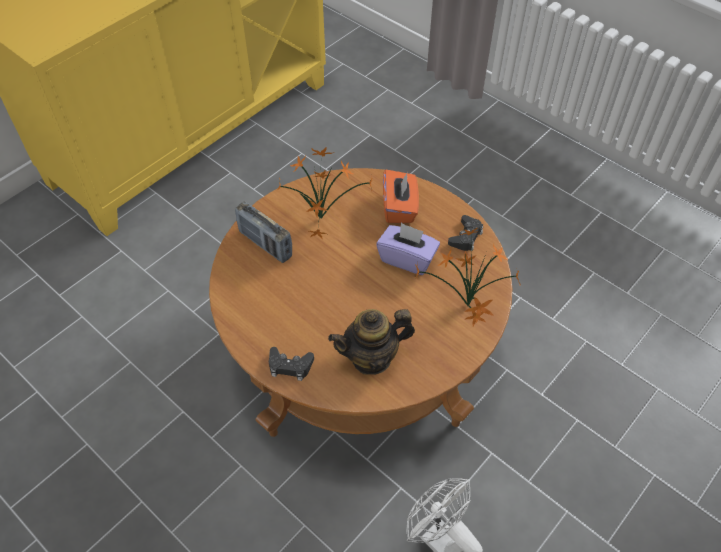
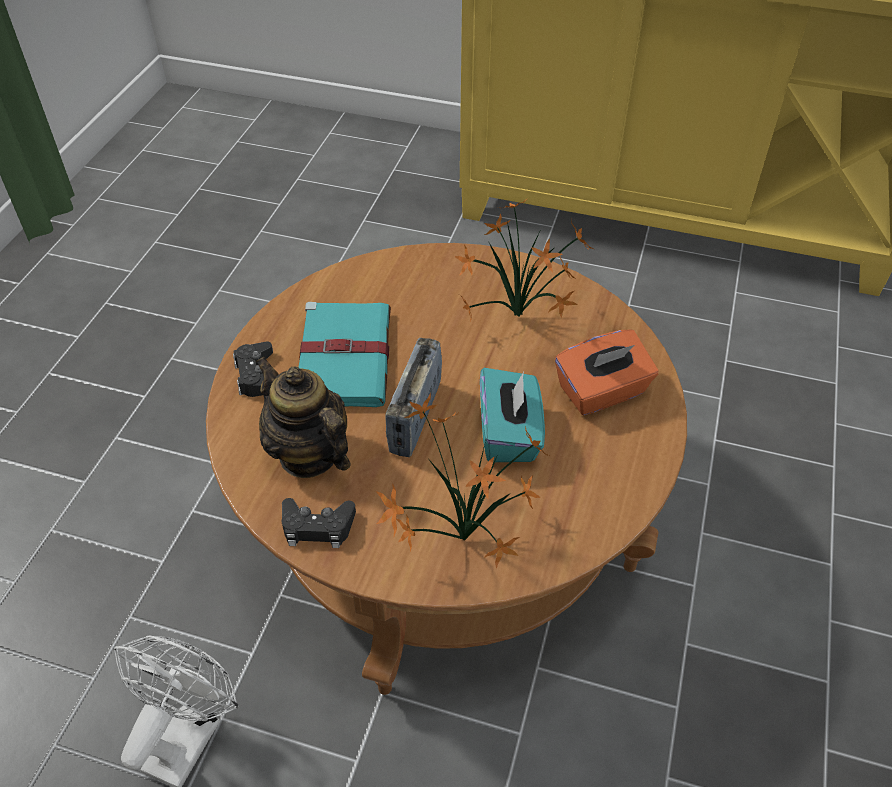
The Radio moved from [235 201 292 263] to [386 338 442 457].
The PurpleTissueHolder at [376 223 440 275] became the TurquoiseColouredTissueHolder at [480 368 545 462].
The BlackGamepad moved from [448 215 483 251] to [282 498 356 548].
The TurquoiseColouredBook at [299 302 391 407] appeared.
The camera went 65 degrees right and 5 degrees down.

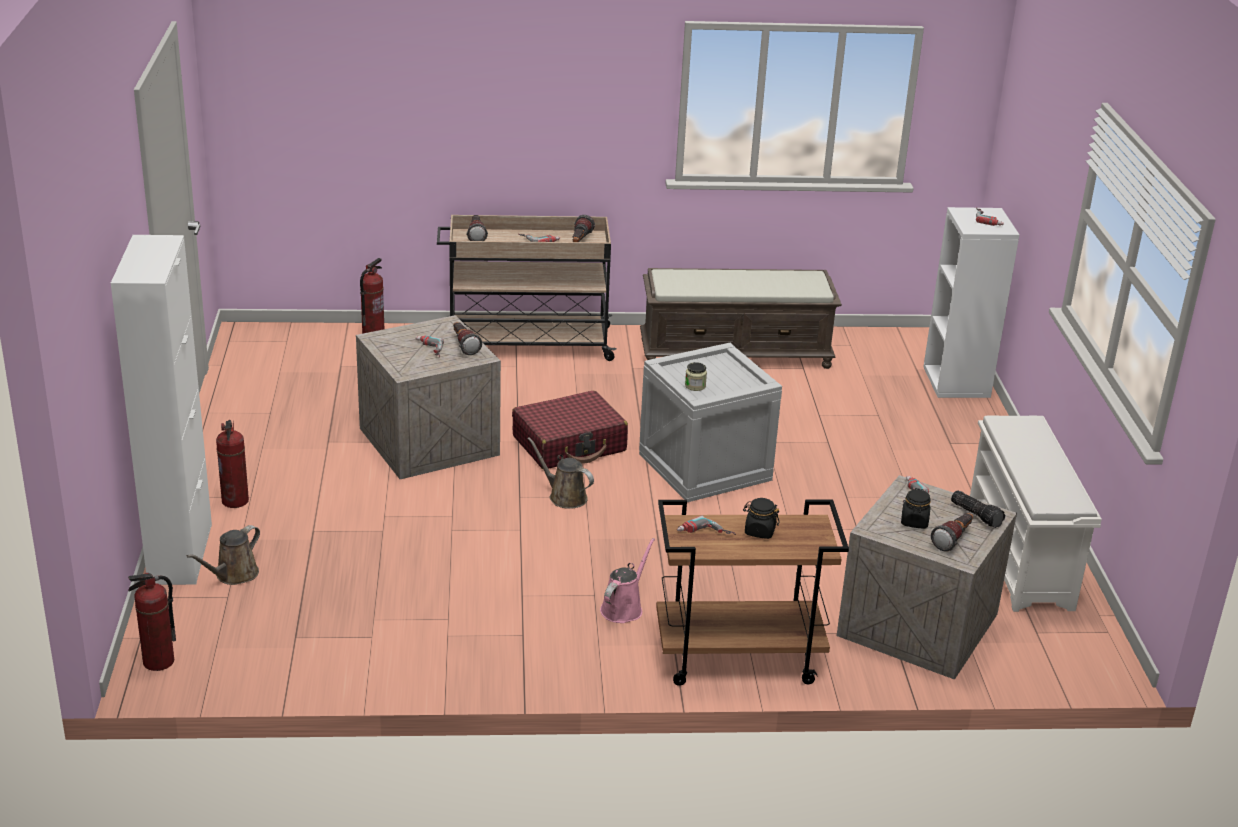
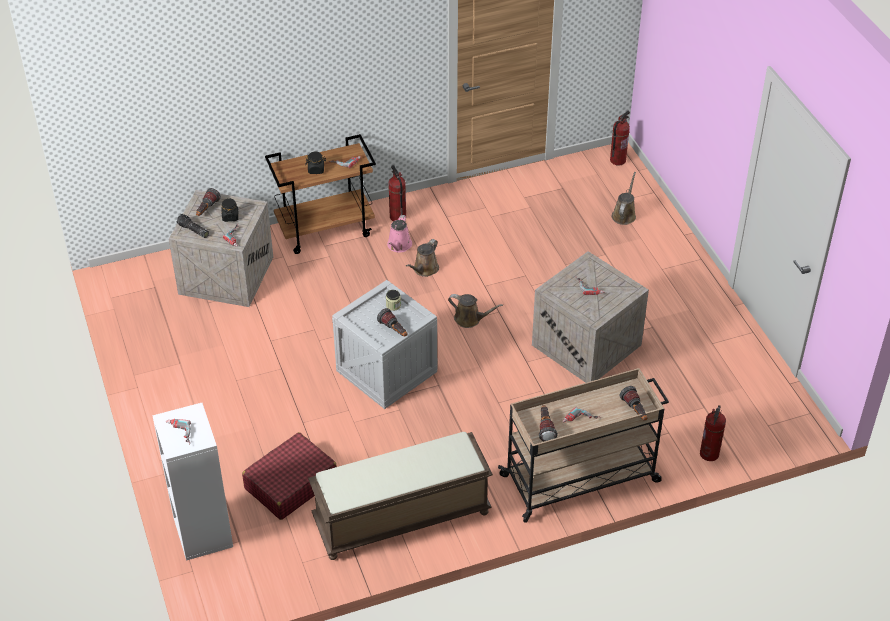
The WhiteCupboard at [111 235 212 585] disappeared.
The Extinguisher moved from [216 420 249 508] to [389 165 406 221].
The Flashlight moved from [453 322 482 355] to [377 308 407 337].
The ReddishPieceOfLuggage moved from [512 391 628 469] to [242 432 337 520].
The WhiteShoeStand at [969 416 1102 612] disappeared.
The BrownWateringPot at [406 239 439 277] appeared.
The camera went 165 degrees right and 15 degrees up.

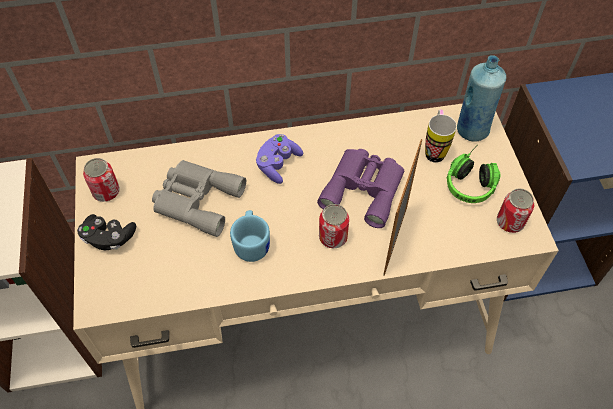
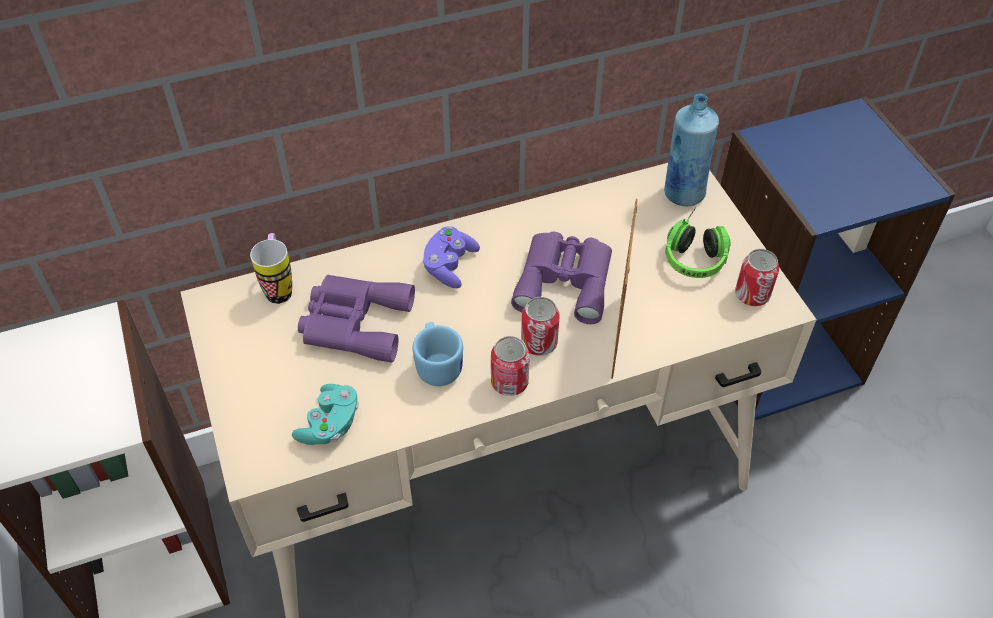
The BlackGamepad at [77 214 136 250] disappeared.
The SealedCan moved from [83 158 120 202] to [491 336 530 396].
The GreyishPairOfBinoculars at [152 160 246 237] became the PurplePairOfBinoculars at [298 275 415 363].
The TeaMug moved from [425 110 457 163] to [250 233 292 304].
The TurquoiseColouredGamepad at [292 384 359 445] appeared.
The camera went 10 degrees left and 5 degrees down.

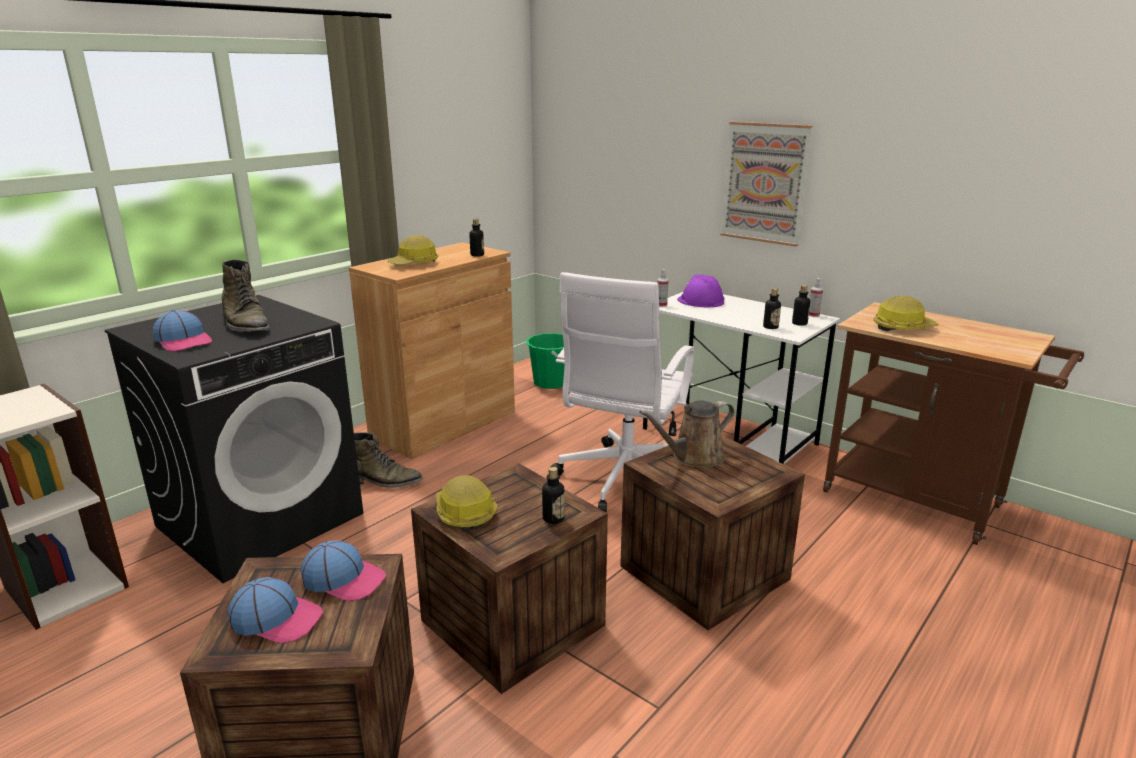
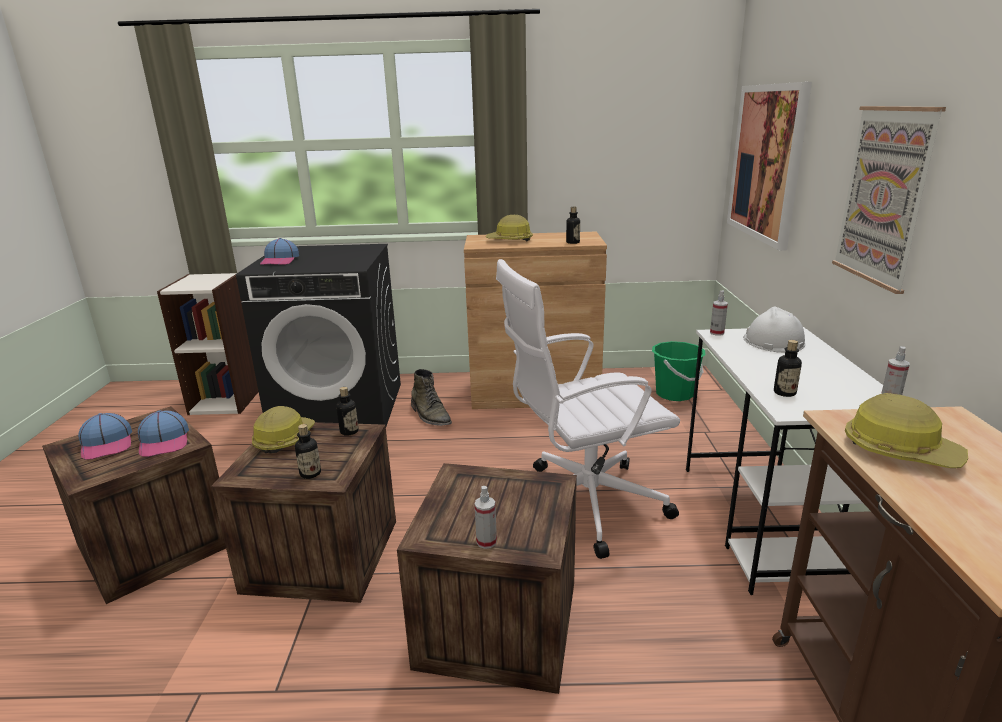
The GreenishHighTopBoot at [221 259 270 332] disappeared.
The BrownWateringPot at [639 400 734 467] disappeared.
The PurpleHardHat at [677 274 724 307] became the WhiteHardHat at [743 307 805 353].
The Bottle moved from [792 285 810 326] to [336 387 359 436].
The Sprayer at [475 486 497 549] appeared.
The WallArt at [727 82 812 251] appeared.
The camera went 50 degrees right and 0 degrees up.

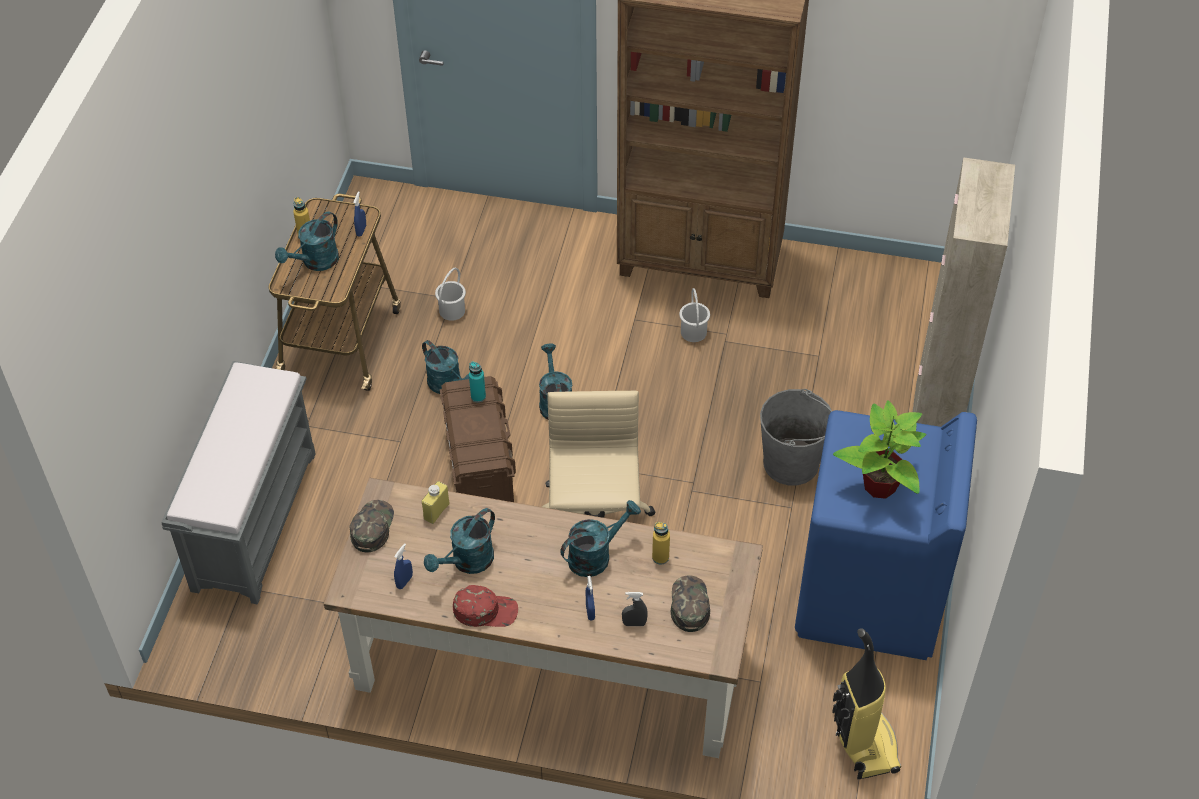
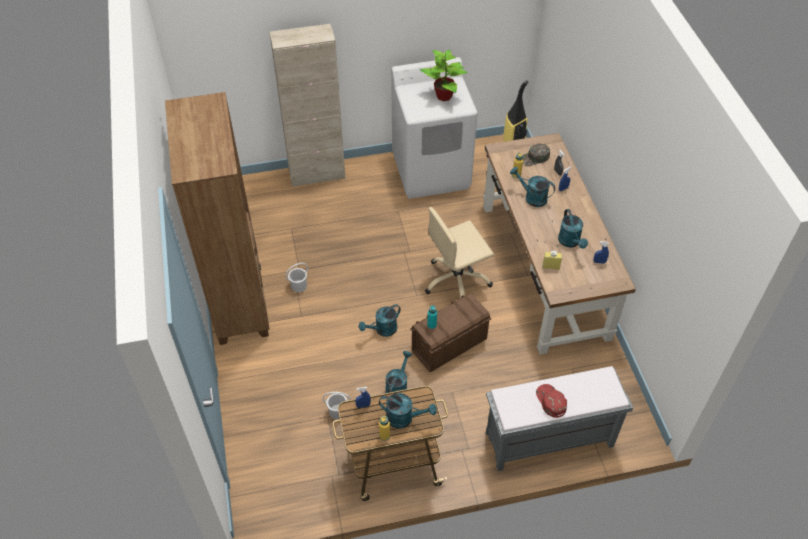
The GreenishBaseballCap at [349 500 394 552] disappeared.
The TurquoiseColouredWateringPot at [424 508 495 574] turned 60 degrees clockwise.
The ReddishBaseballCap moved from [453 585 518 627] to [536 384 567 418].
The GreyishPail at [760 389 832 485] disappeared.
The BlueColouredWashingMachine at [795 410 977 660] became the WhiteWashingMachine at [391 57 478 199].
The camera went 115 degrees left and 0 degrees up.

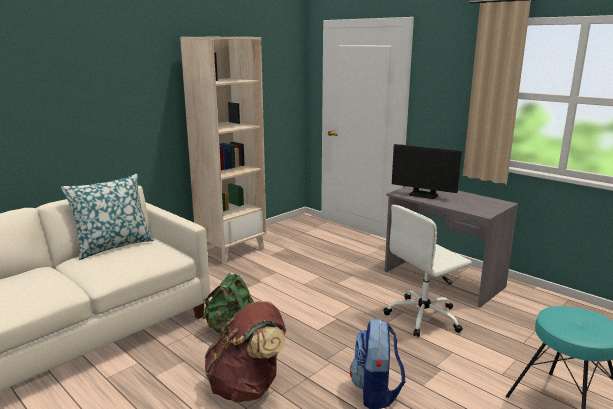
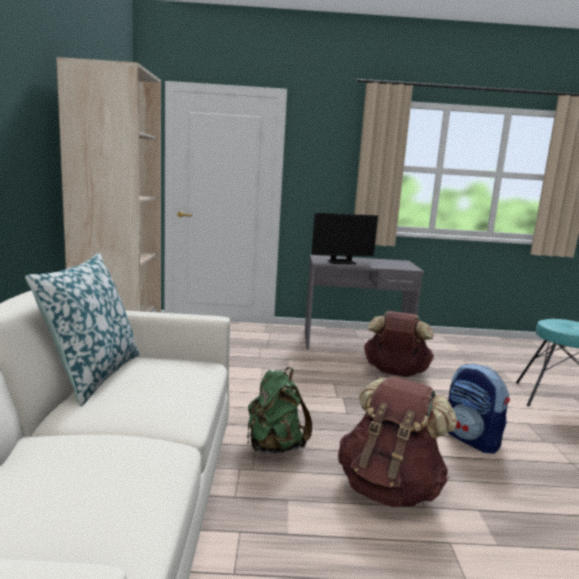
The WhiteDeskChair at [384 205 472 337] was replaced by the BrownKnapsack at [364 311 434 376].
The camera went 45 degrees left and 5 degrees down.

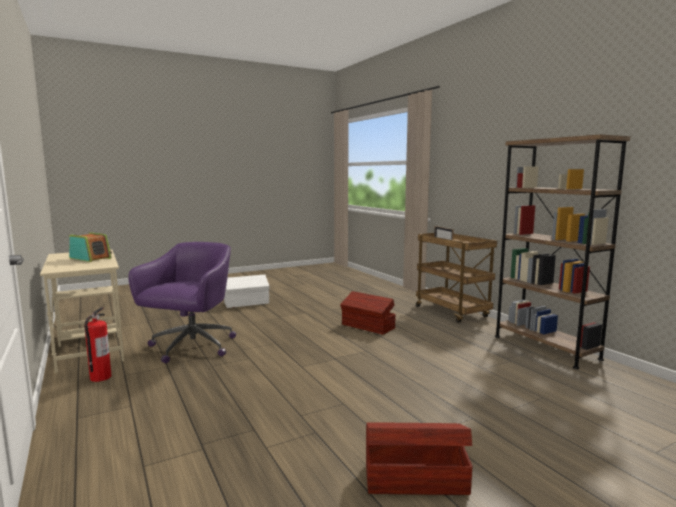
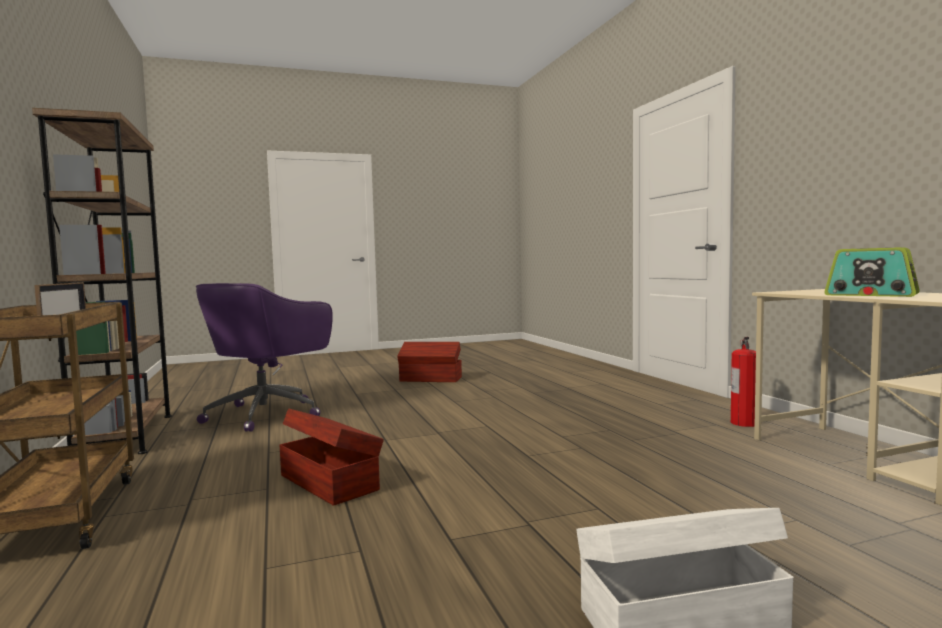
The PurpleDeskChair moved from [128 242 236 363] to [196 283 333 432].
The camera went 170 degrees left and 5 degrees down.

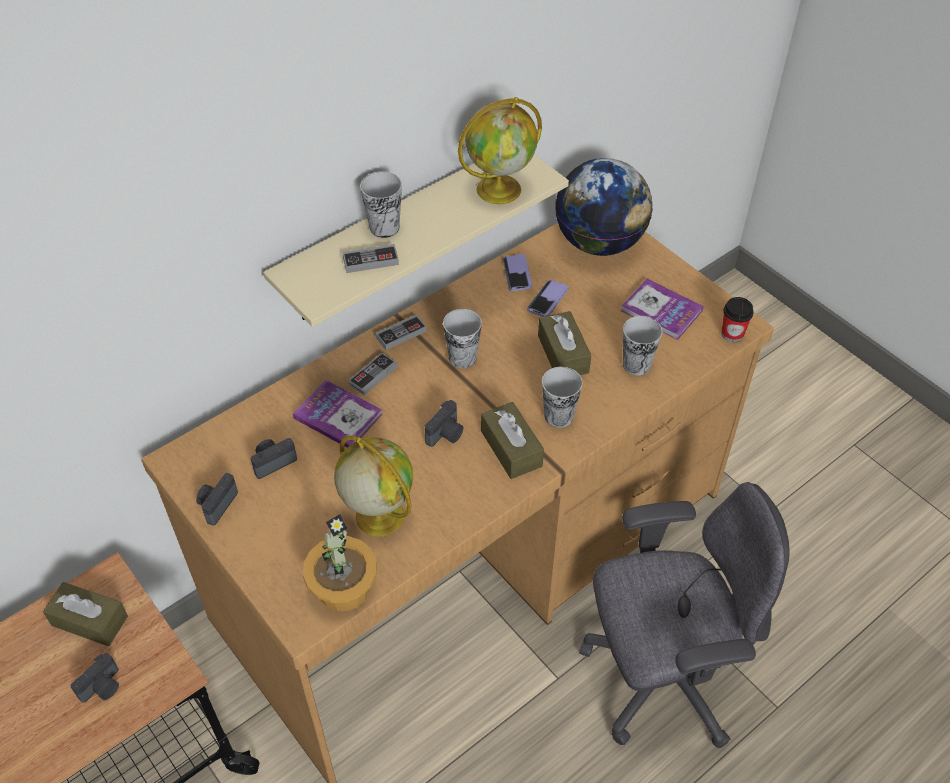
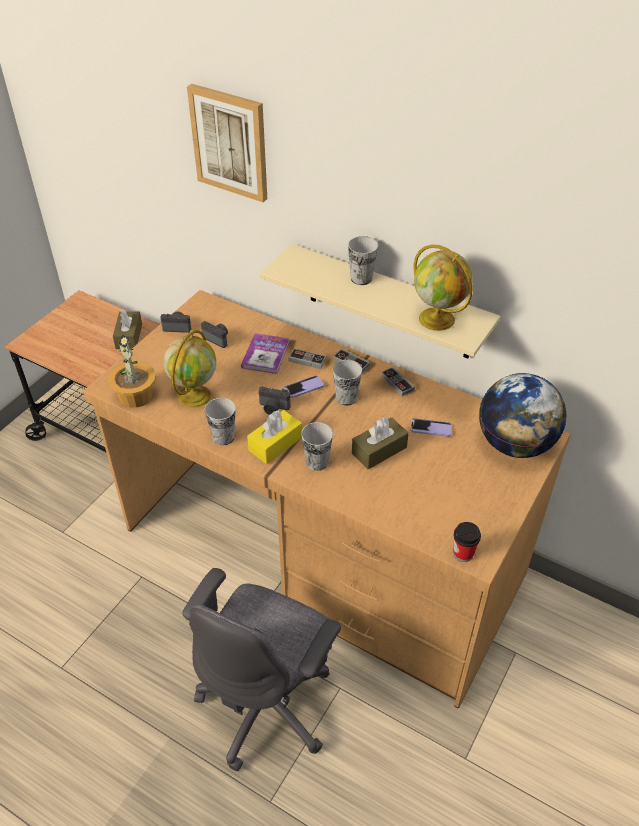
The StillCamera at [71 653 119 703] disappeared.
The Gamepad moved from [342 244 399 273] to [381 367 415 396].
The BrownTissueHolder at [481 402 544 479] became the YellowTissueHolder at [247 410 302 464].
The Handset moved from [503 254 532 291] to [284 376 324 398].
The GreyishDeskChair at [579 482 790 748] turned 60 degrees clockwise.
The Book at [621 279 704 340] disappeared.
The DrinkingCup moved from [623 316 663 375] to [205 398 236 445].
The WallArt at [187 84 267 202] appeared.
The camera went 70 degrees right and 5 degrees down.

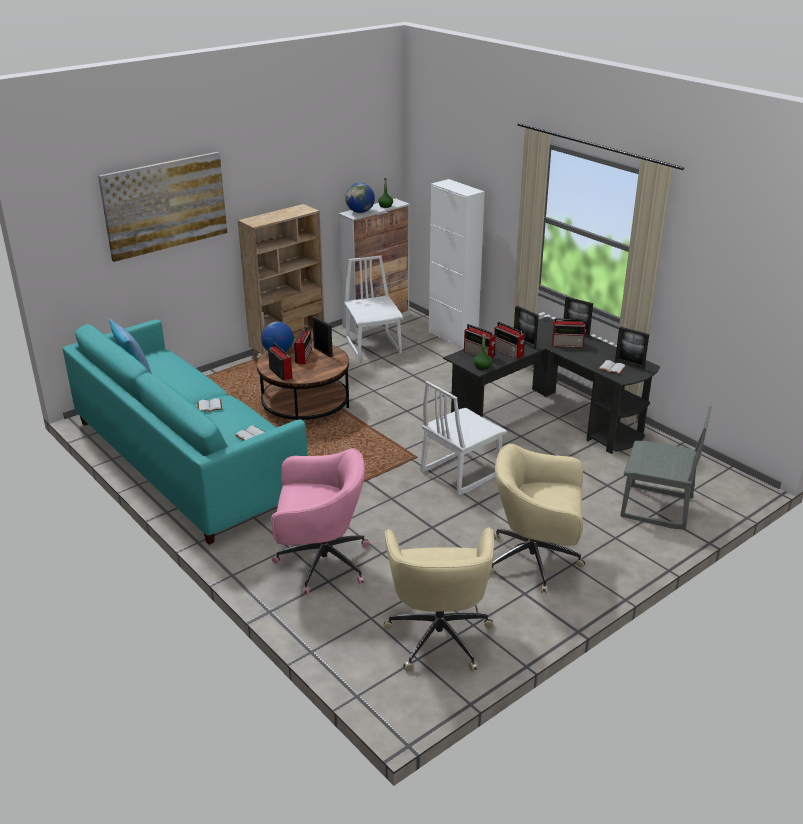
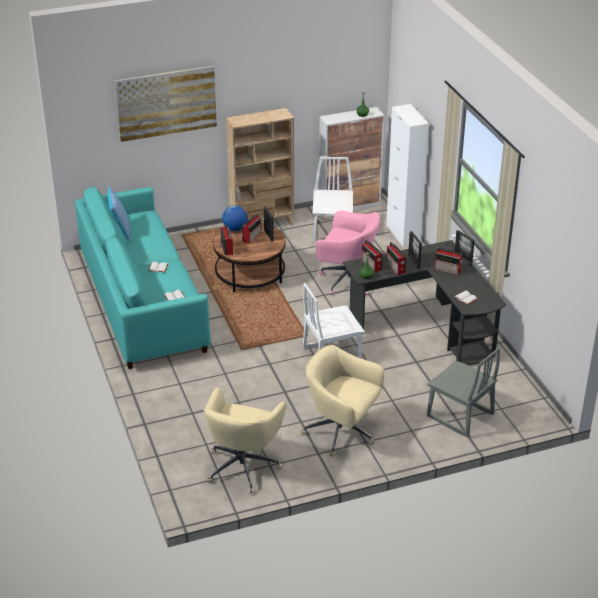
The PinkColouredDeskChair moved from [271 448 370 595] to [316 211 380 296].
The WorldGlobe at [345 183 375 213] disappeared.
The PhotoFrame at [615 327 649 369] disappeared.
The camera went 20 degrees right and 5 degrees up.

